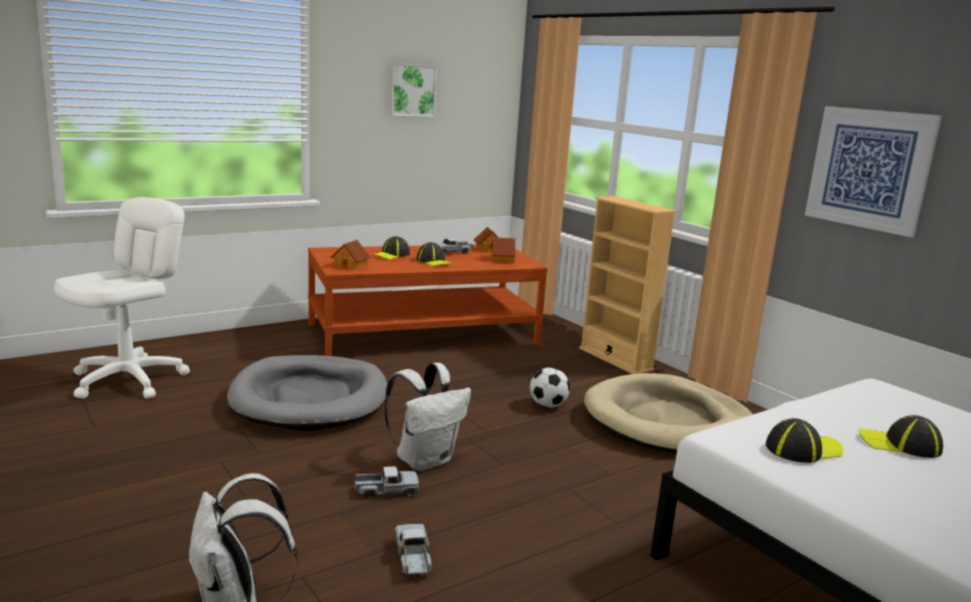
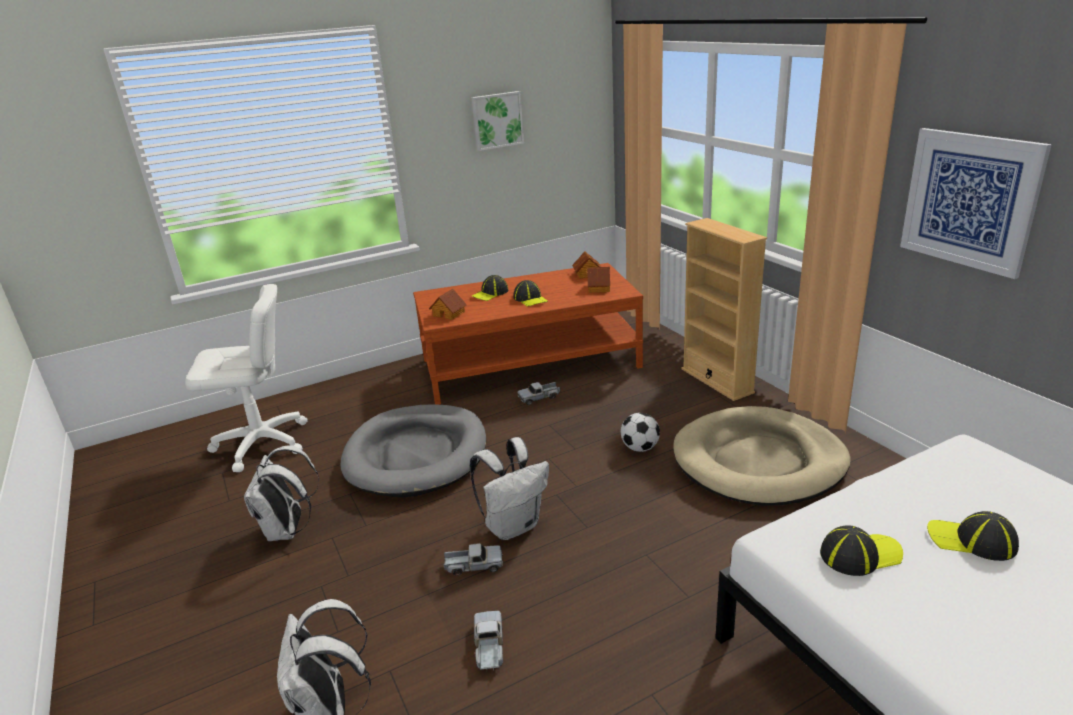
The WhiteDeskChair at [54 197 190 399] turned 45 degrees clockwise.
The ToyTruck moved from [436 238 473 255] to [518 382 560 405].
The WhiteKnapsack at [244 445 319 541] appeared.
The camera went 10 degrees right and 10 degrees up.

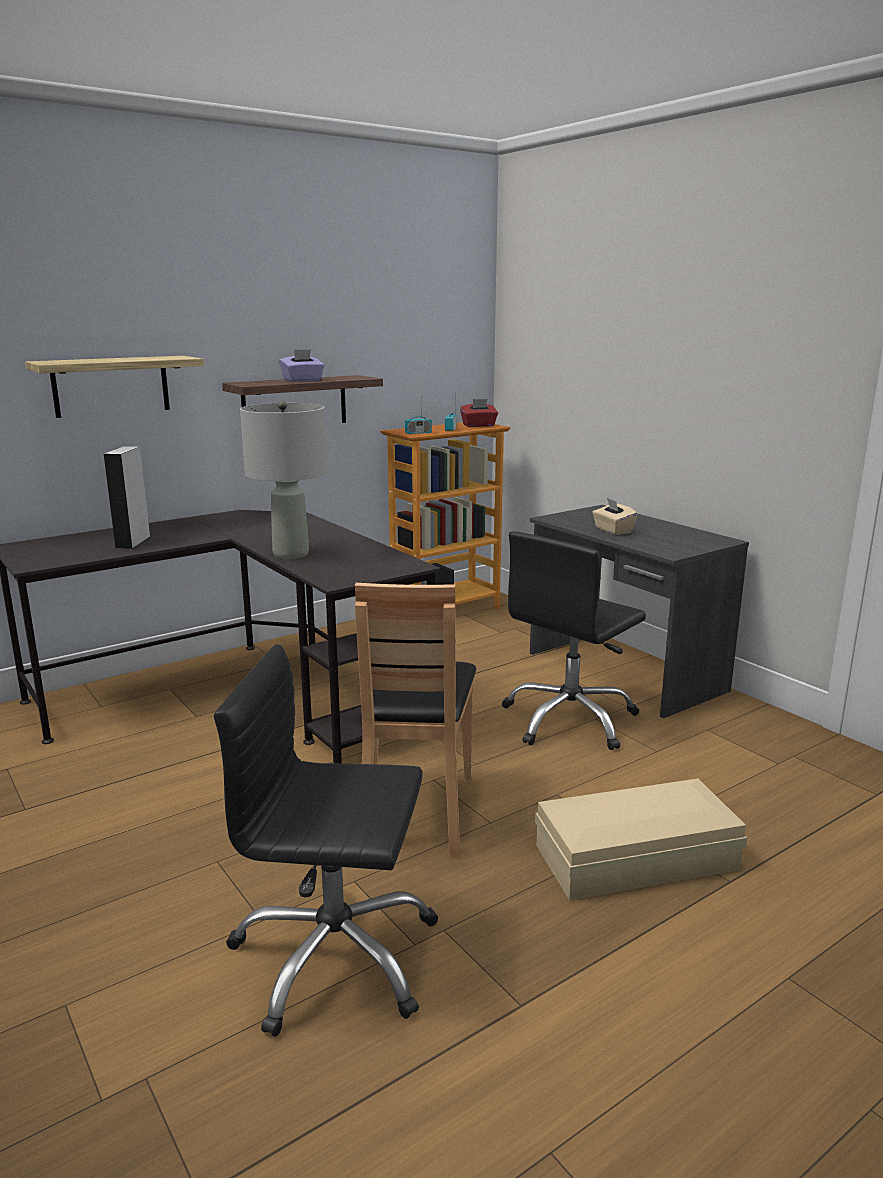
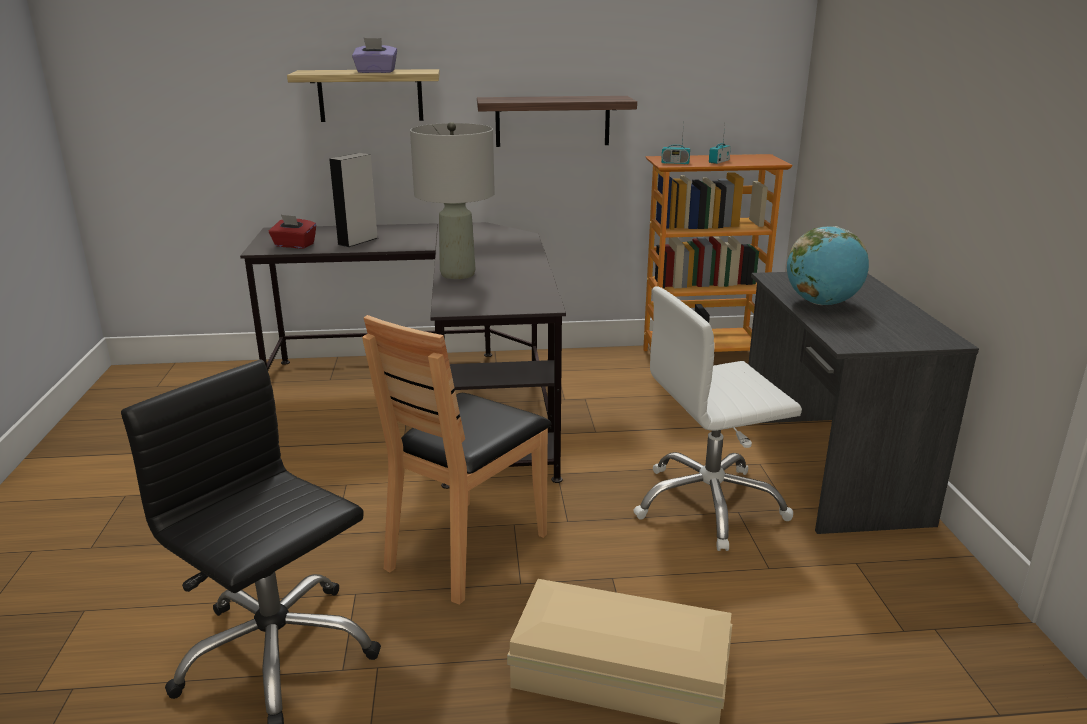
The PurpleTissueHolder moved from [279 349 325 382] to [352 38 397 73].
The ReddishTissueHolder moved from [460 399 498 427] to [269 215 316 249].
The BlackDeskChair at [502 531 646 750] became the WhiteDeskChair at [633 286 802 551].
The SandColouredTissueHolder at [592 498 637 535] was replaced by the WorldGlobe at [787 226 869 305].
The camera went 30 degrees right and 5 degrees up.

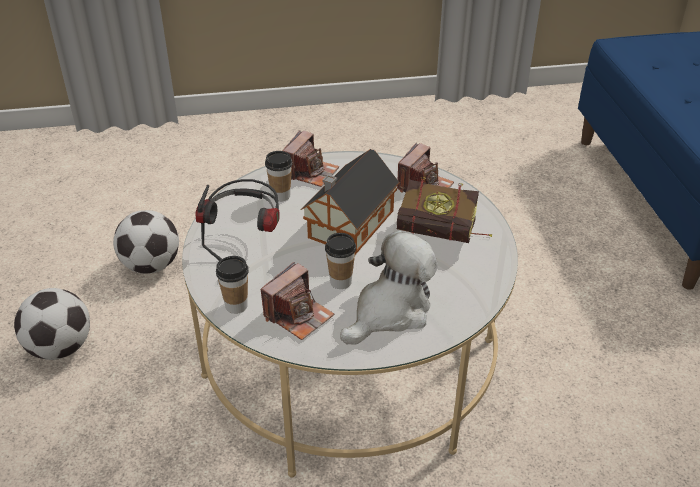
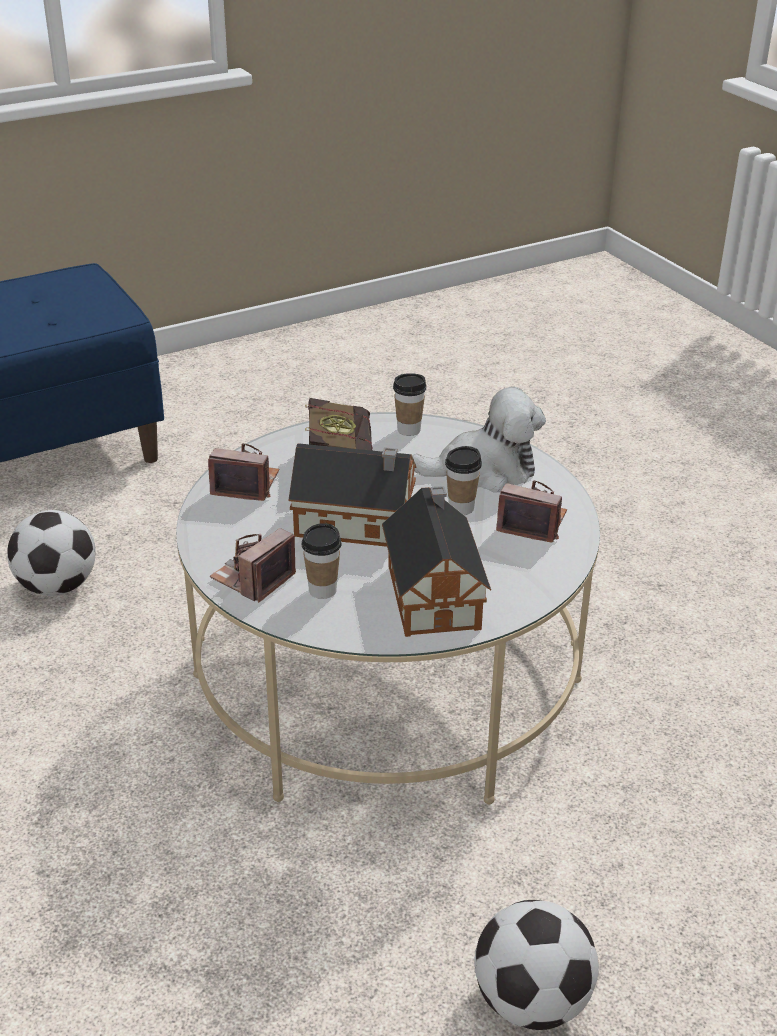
The Football moved from [113 210 179 274] to [7 510 96 596].
The Headset at [195 179 280 261] was replaced by the ToyHouse at [382 486 491 637].
The DrinkingCup moved from [216 256 249 314] to [393 373 426 436].
The StillCamera at [282 131 339 187] turned 60 degrees counterclockwise.
The SoftToy at [340 231 438 345] turned 150 degrees clockwise.
The camera went 110 degrees left and 5 degrees down.

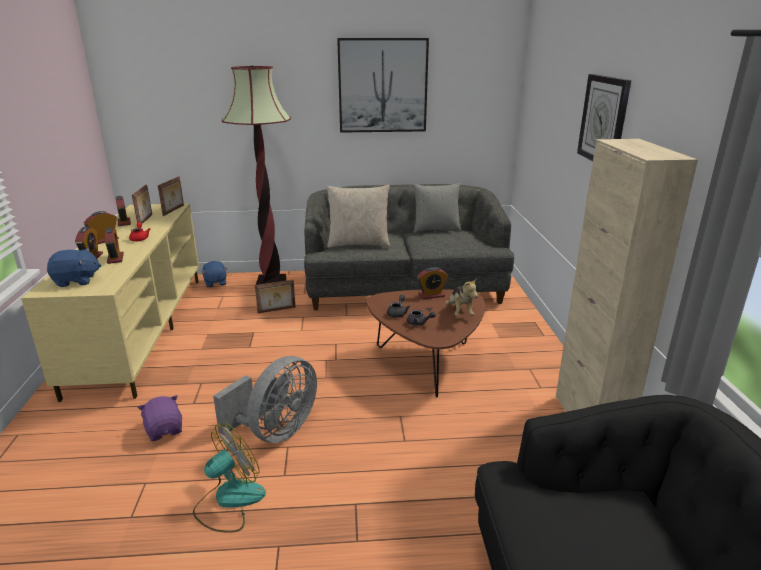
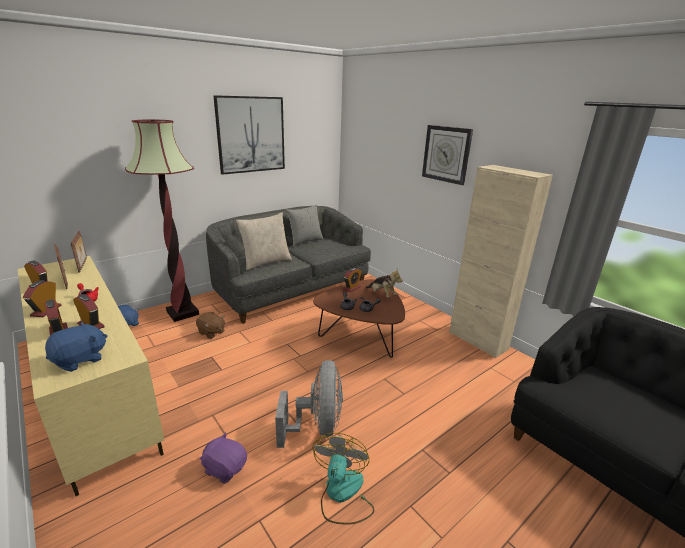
The PhotoFrame at [255 280 296 313] was replaced by the BrownSoftToy at [196 312 225 339].
The camera went 35 degrees left and 0 degrees up.

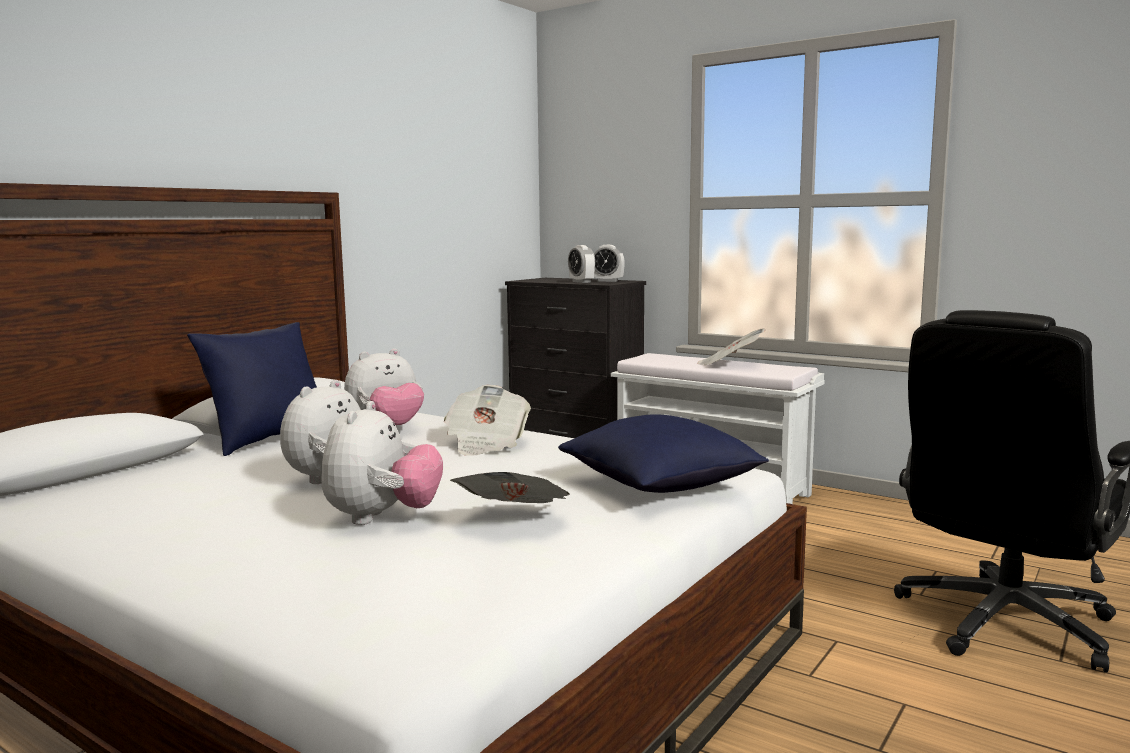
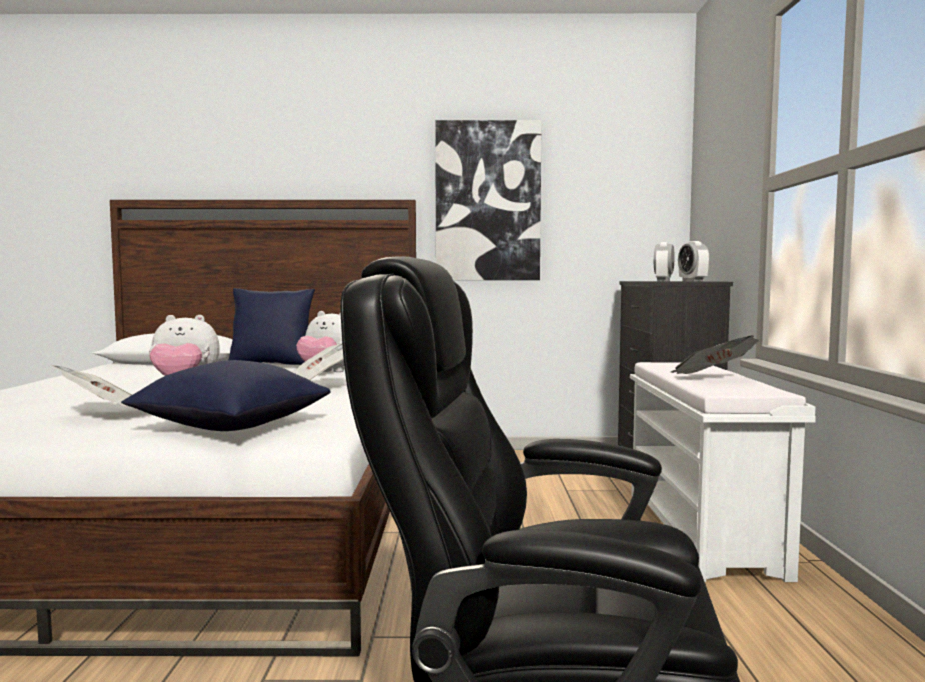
The SoftToy at [321 401 443 525] disappeared.
The WallArt at [435 120 542 280] appeared.
The camera went 55 degrees right and 5 degrees down.

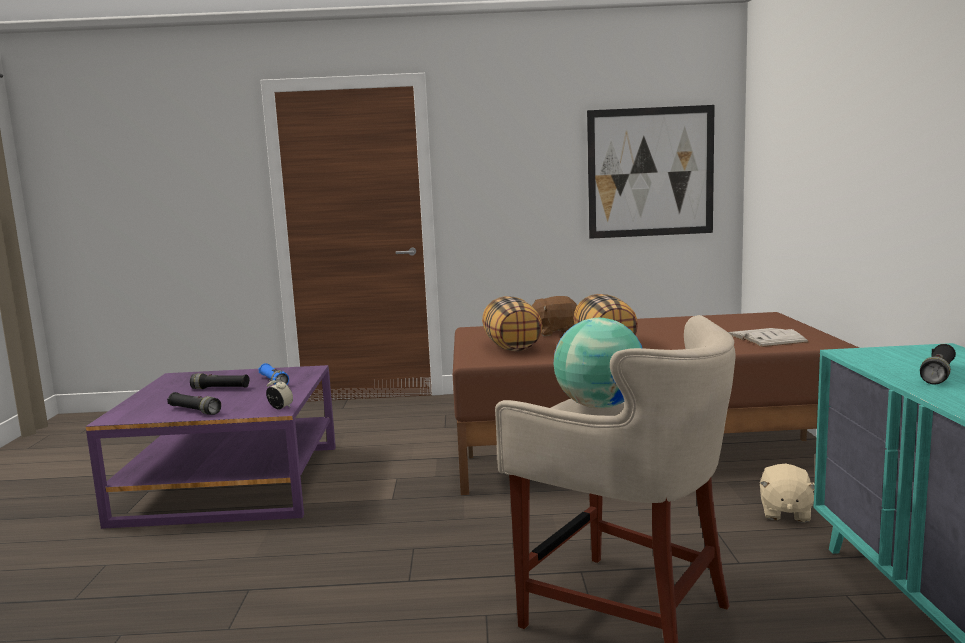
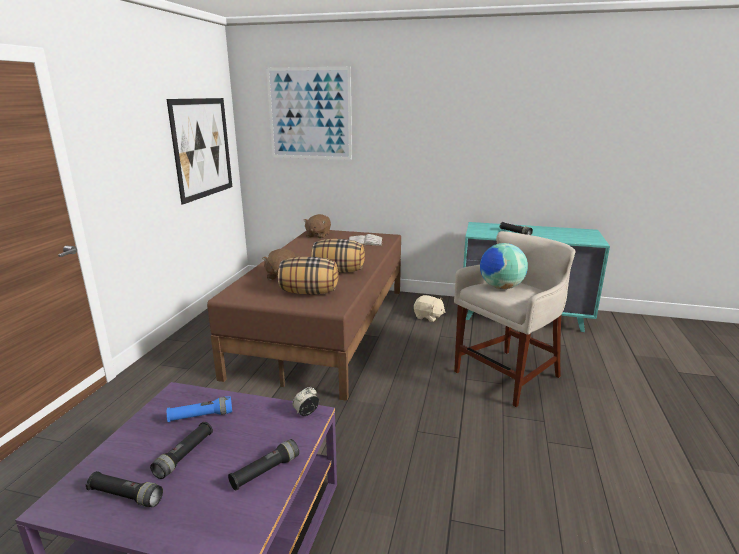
The BlackFlashlight at [86 471 163 507] appeared.
The WallArt at [266 67 352 160] appeared.
The BrownSoftToy at [303 214 331 239] appeared.
The camera went 75 degrees left and 10 degrees up.

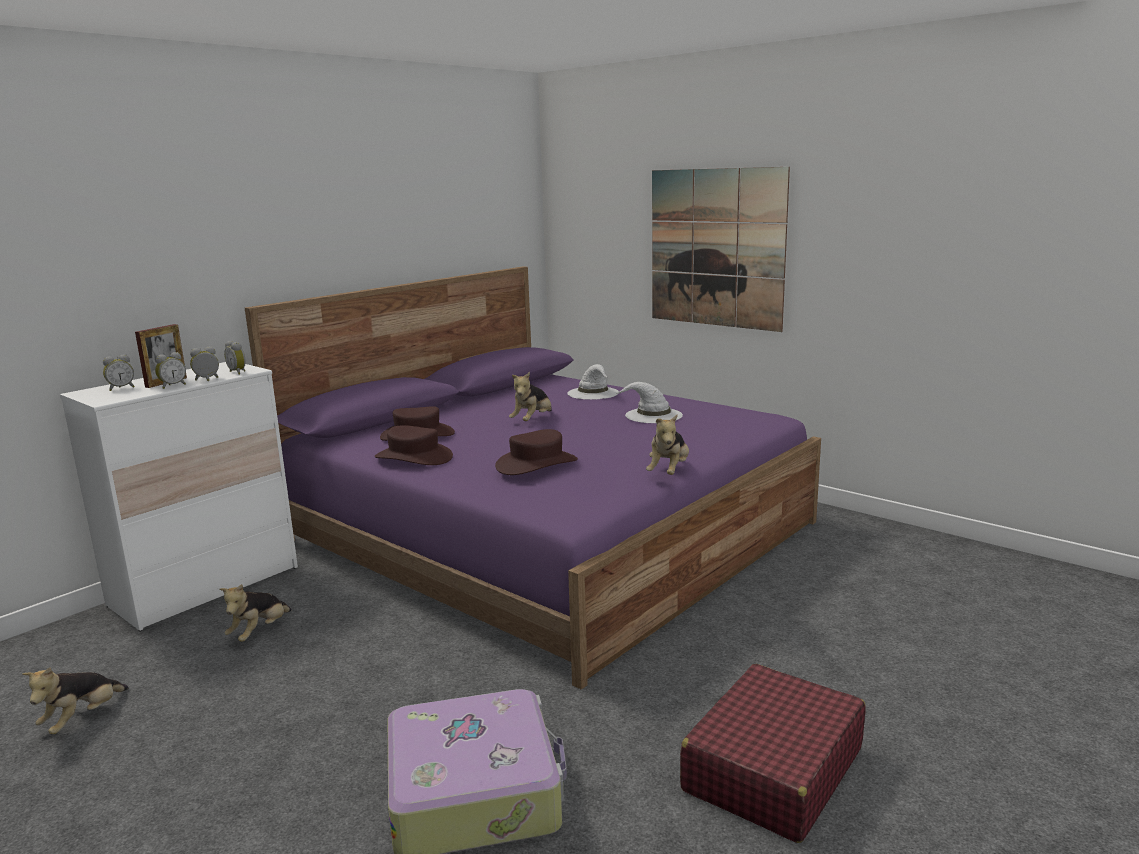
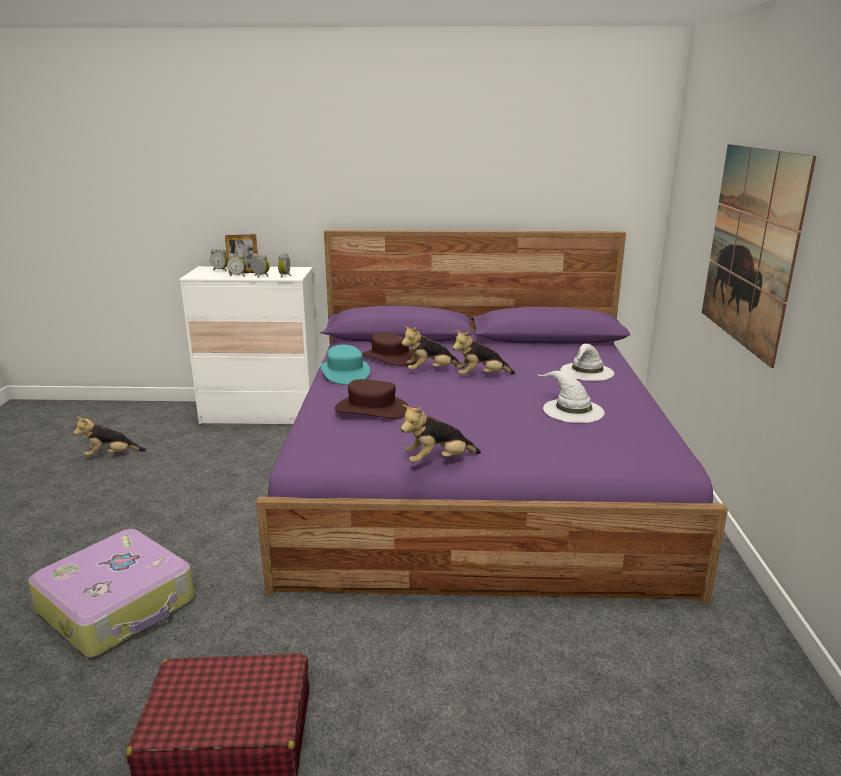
The SoftToy moved from [220 584 292 642] to [402 326 464 370].
The BrownHat at [375 425 453 465] became the TurquoiseColouredHat at [320 345 370 385].
The camera went 50 degrees right and 5 degrees up.

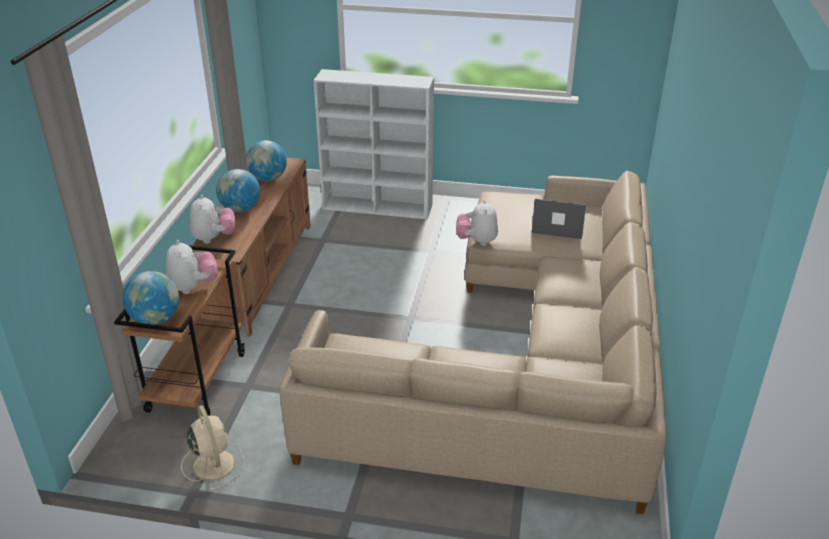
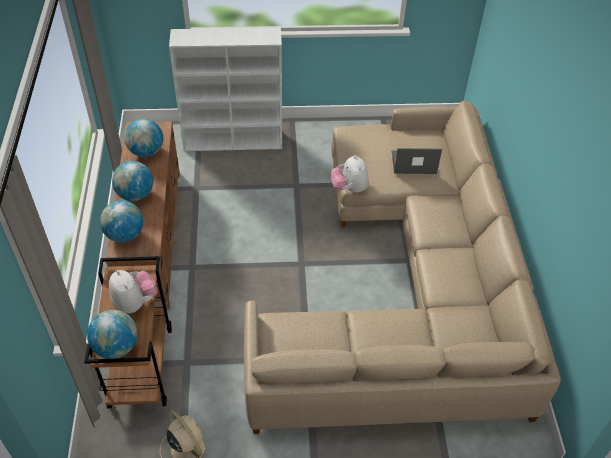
The SoftToy at [190 195 235 244] was replaced by the WorldGlobe at [100 200 143 243].
The camera went 15 degrees left and 15 degrees up.

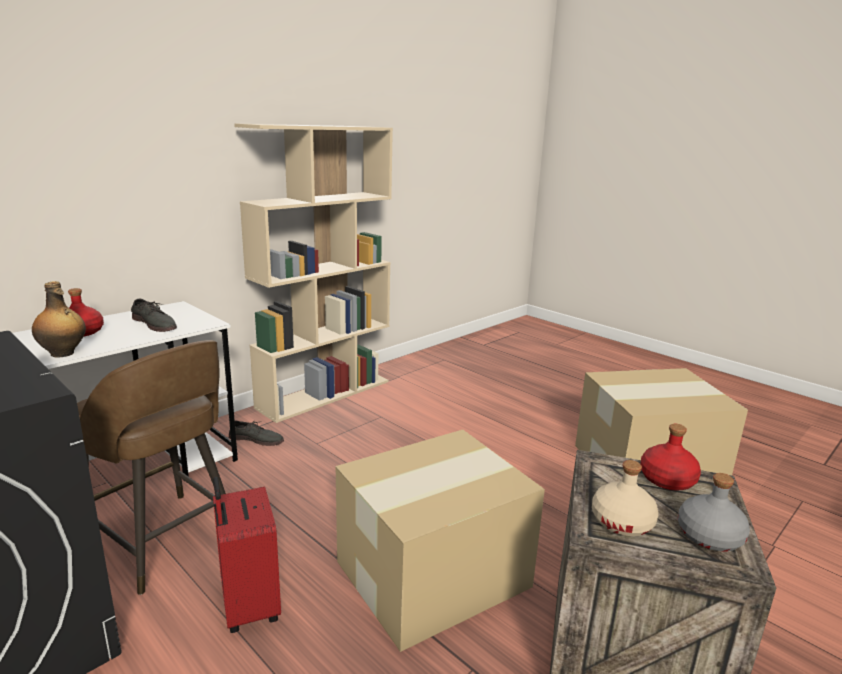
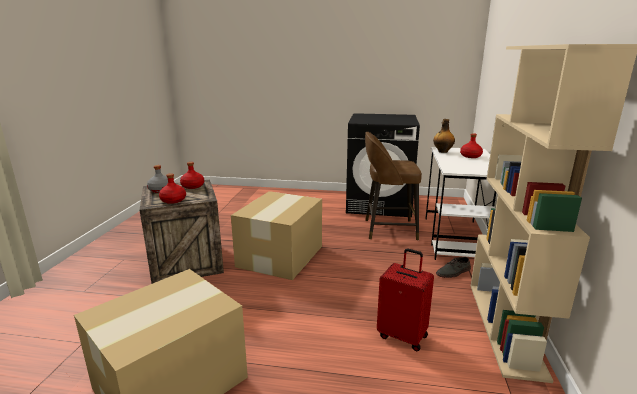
The GreyishItemOfFootwear at [131 299 177 332] disappeared.
The ReddishPieceOfLuggage moved from [213 477 281 633] to [377 248 434 352].
The SandColouredBottle at [592 460 659 536] became the ReddishBottle at [180 162 204 189].
The camera went 145 degrees right and 0 degrees up.

